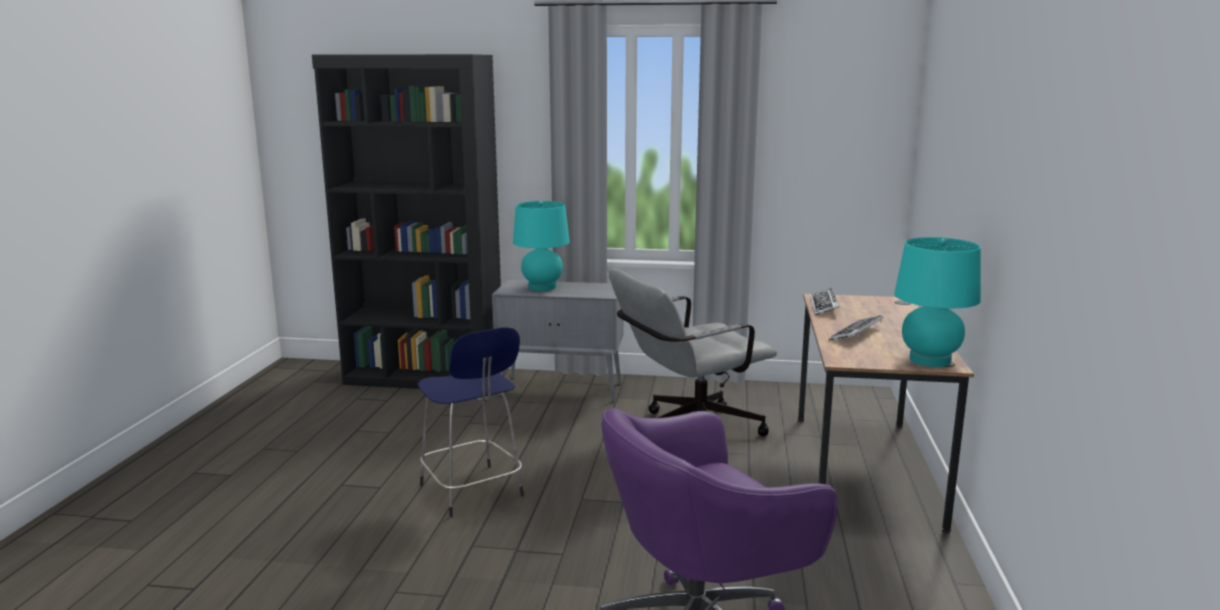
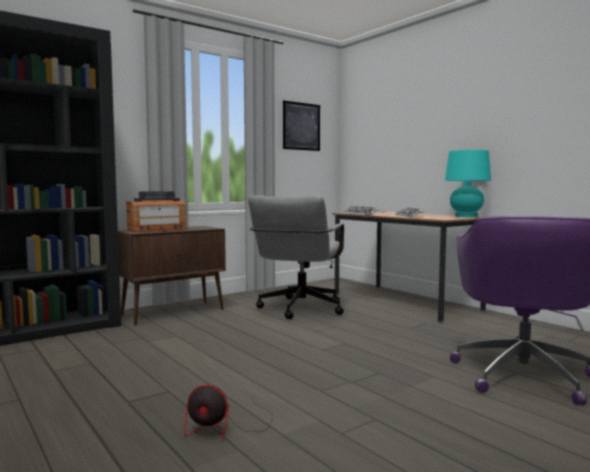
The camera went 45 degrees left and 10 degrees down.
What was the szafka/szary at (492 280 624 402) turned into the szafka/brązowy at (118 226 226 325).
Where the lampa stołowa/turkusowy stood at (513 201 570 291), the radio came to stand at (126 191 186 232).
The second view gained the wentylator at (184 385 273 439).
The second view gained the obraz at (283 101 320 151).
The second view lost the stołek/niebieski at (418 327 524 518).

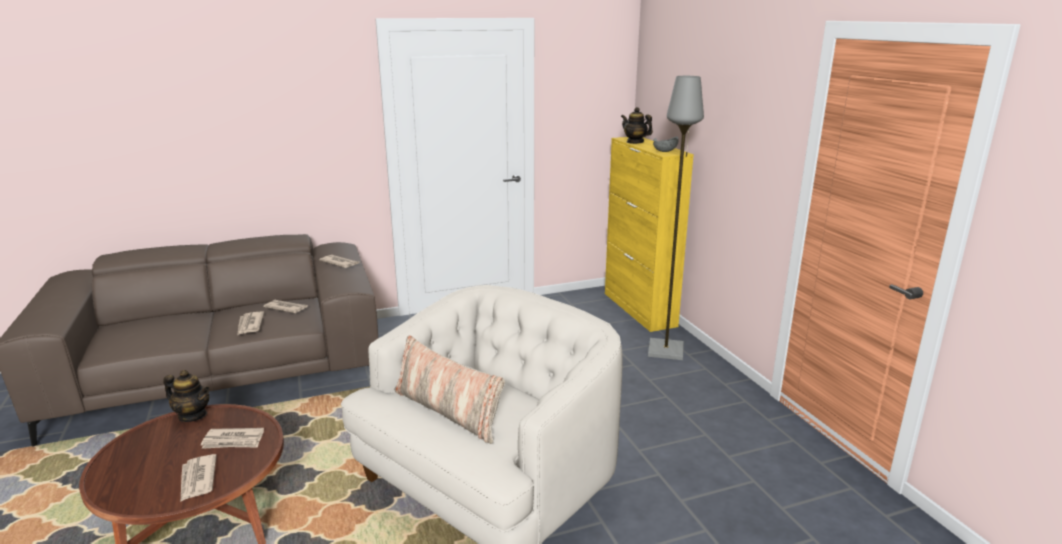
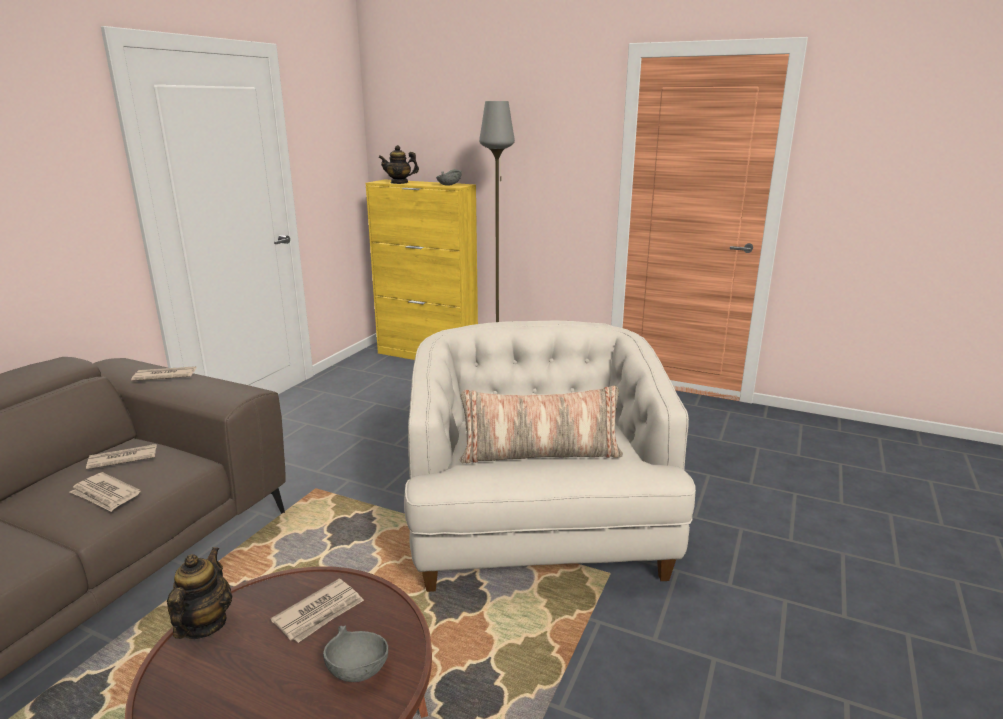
The camera went 45 degrees left and 0 degrees up.
The imbryk at (163 370 210 422) ended up facing another way, 60 degrees counterclockwise from before.
Where the gazeta stood at (181 454 217 501), the miska/szary came to stand at (323 626 388 682).

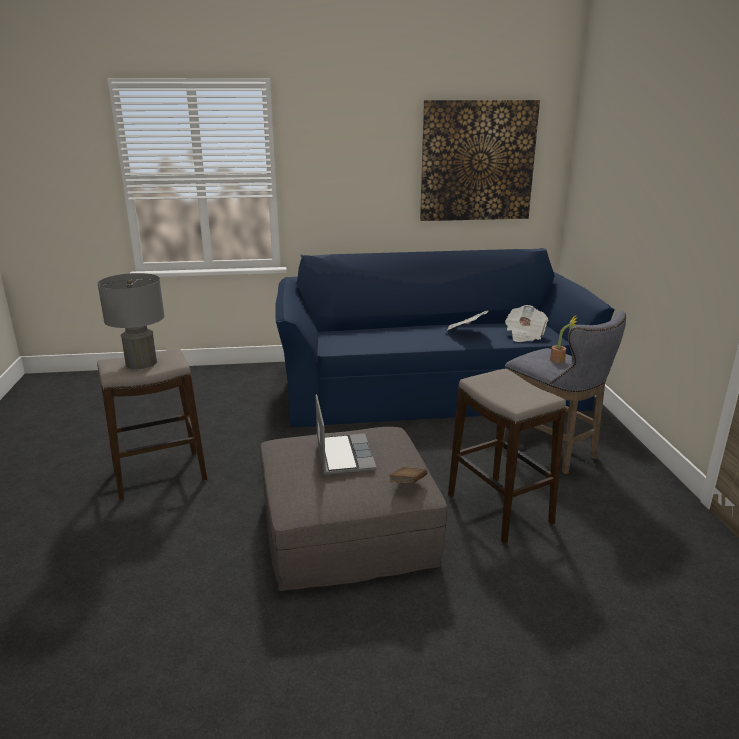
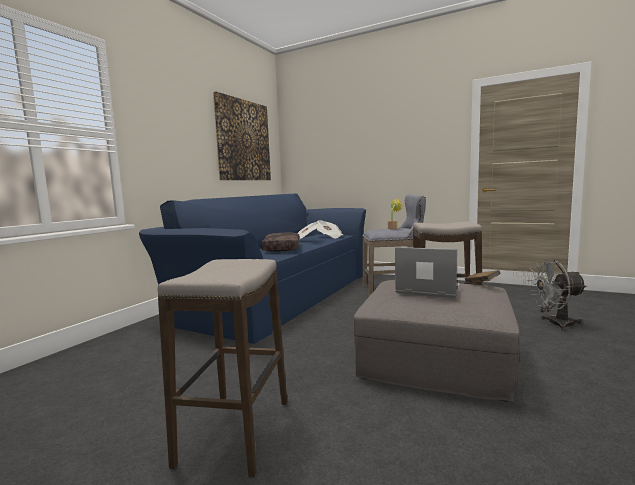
The camera went 55 degrees left and 15 degrees down.
The second view gained the poduszka/brązowy at (261 233 300 252).
The second view gained the wentylator/szary at (527 260 587 331).
The second view lost the lampa stołowa/szary at (97 273 165 369).

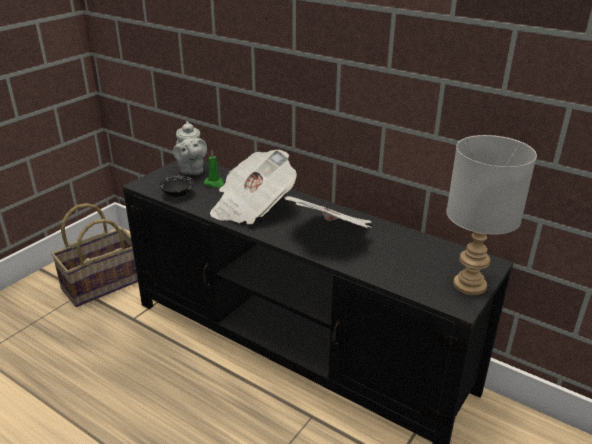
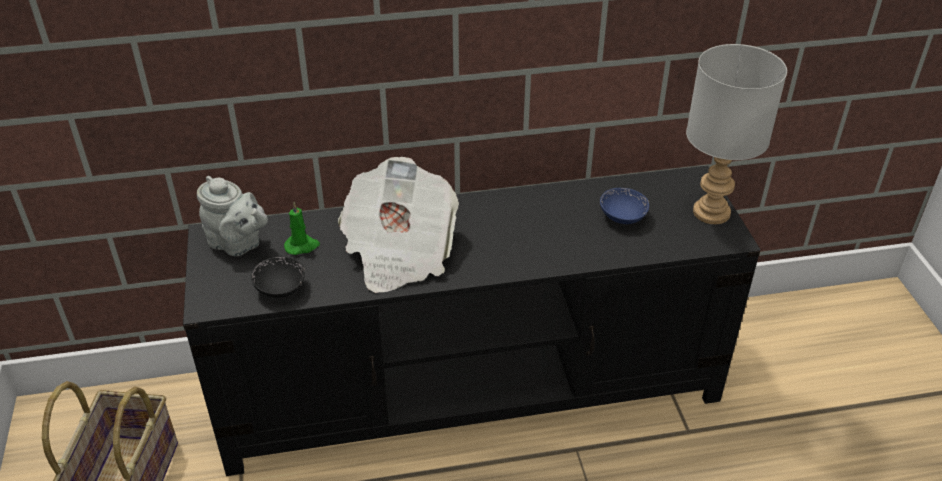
The camera went 45 degrees left and 10 degrees up.
The second view gained the miska/niebieski at (600 188 649 224).
The second view lost the gazeta at (284 196 371 229).

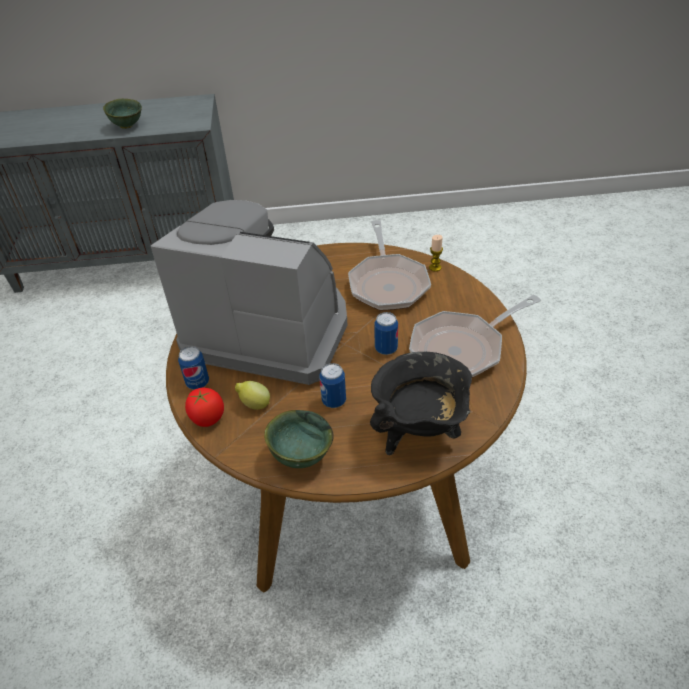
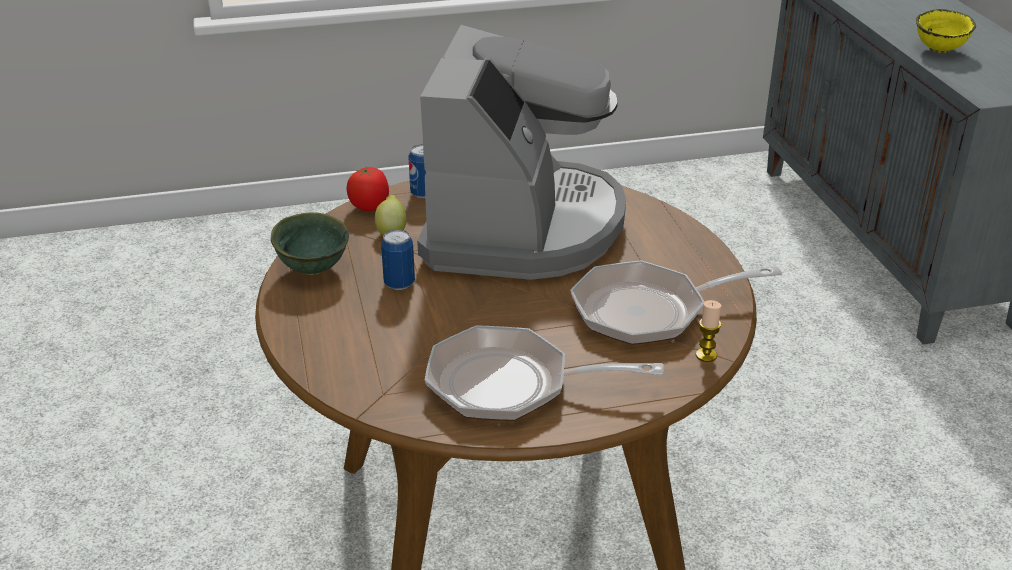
The camera went 80 degrees right and 10 degrees down.
The patelnia at (409 295 541 378) ended up facing another way, 45 degrees counterclockwise from before.
What was the miska/zielony at (103 99 142 129) turned into the miska/żółty at (916 9 976 54).
The second view lost the garnek/czarny at (370 352 472 455).
The second view lost the puszka at (374 312 398 355).

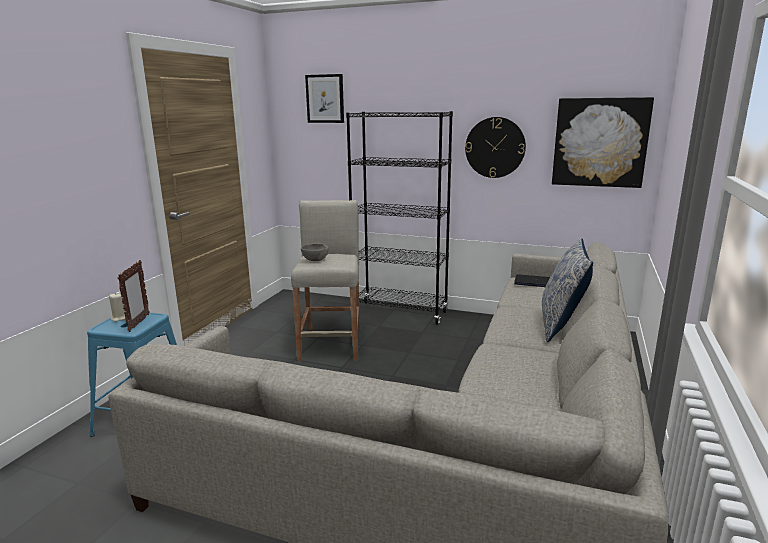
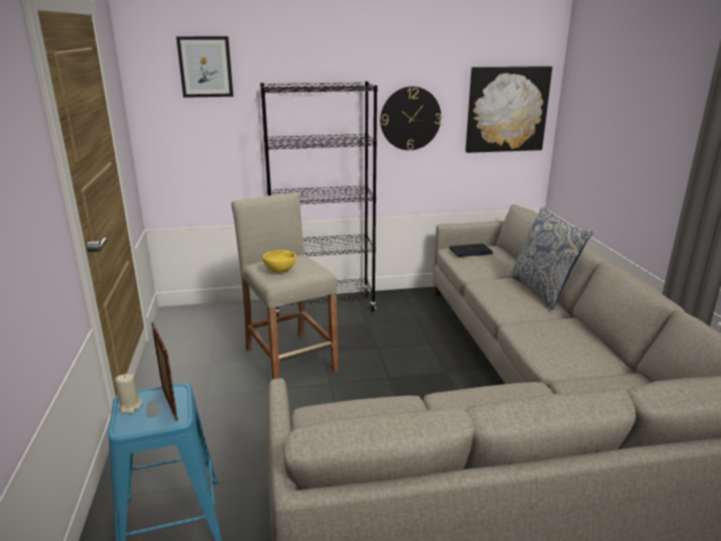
The camera went 30 degrees left and 5 degrees up.
What was the miska/szary at (301 244 328 261) turned into the miska/żółty at (263 250 296 273).

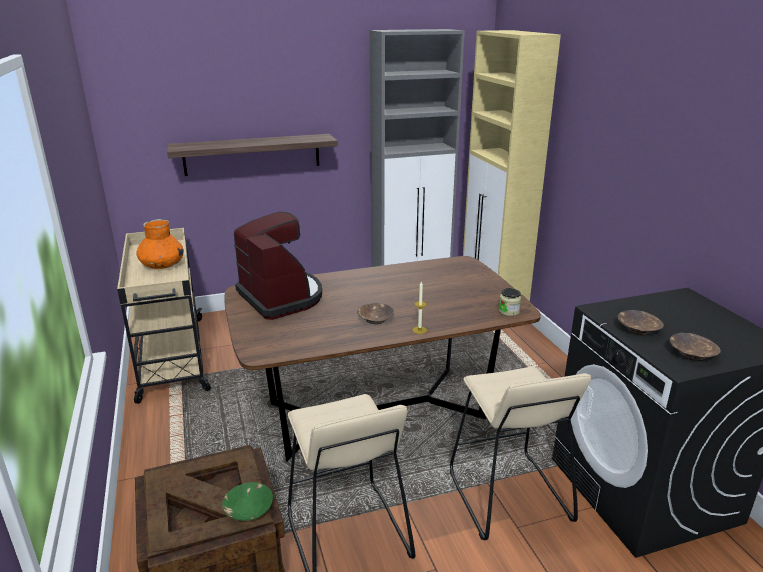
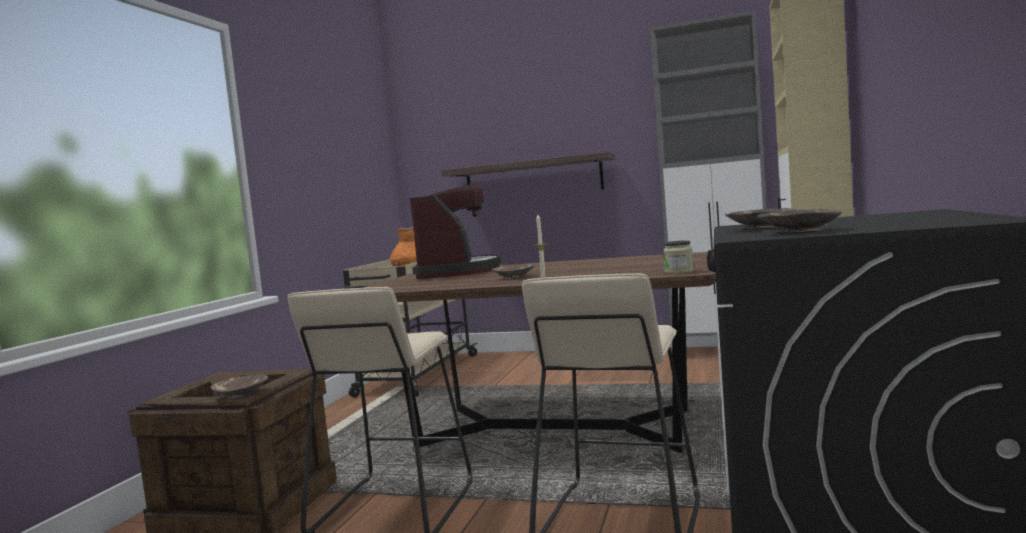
The camera went 35 degrees right and 20 degrees down.
What was the miska/zielony at (222 482 273 521) turned into the miska/brązowy at (211 375 268 399).

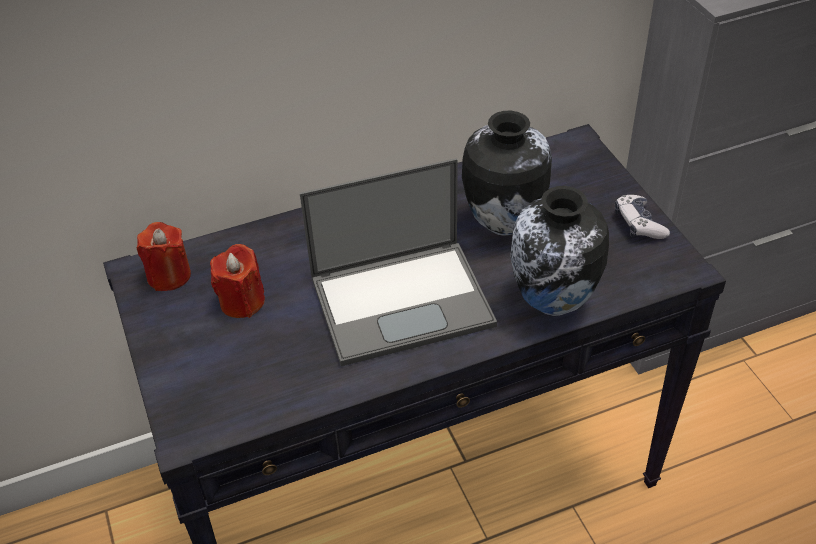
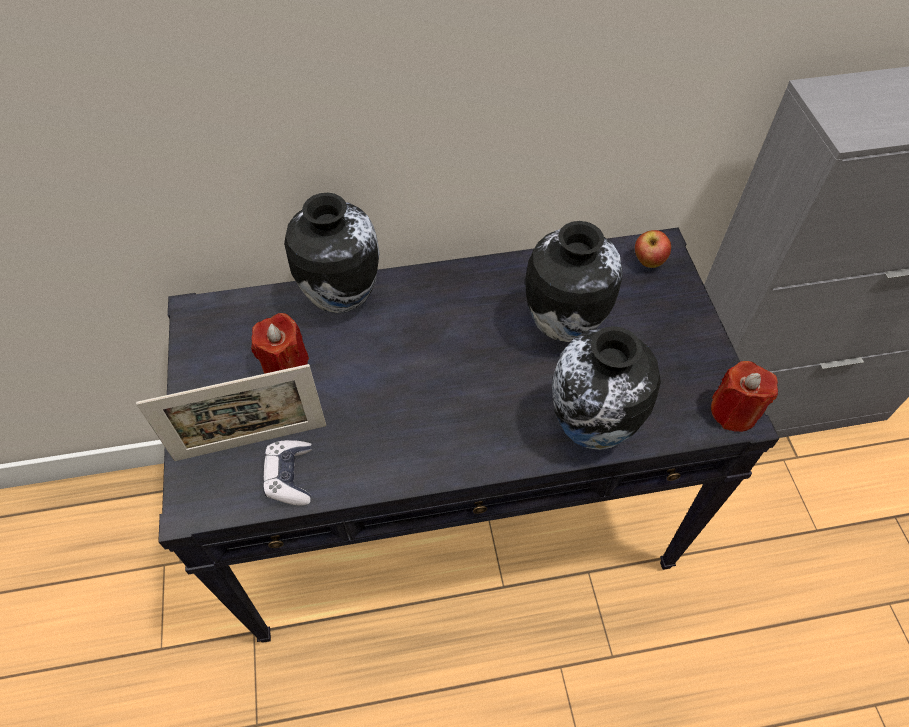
The camera went 10 degrees right and 10 degrees up.
The second view gained the ramka na zdjęcie at (136 364 326 461).
The pad do gier ended up elsewhere, having gone from (615 195 670 239) to (263 440 312 506).
The second view gained the wazon at (284 193 380 313).
The second view gained the jabłko at (635 230 671 268).
The świeca/czerwony ended up elsewhere, having gone from (137 222 191 291) to (711 361 778 432).
The second view lost the laptop at (300 158 497 366).

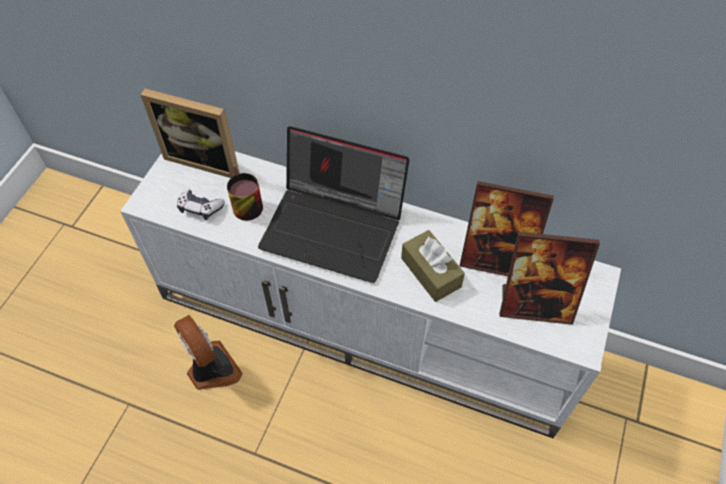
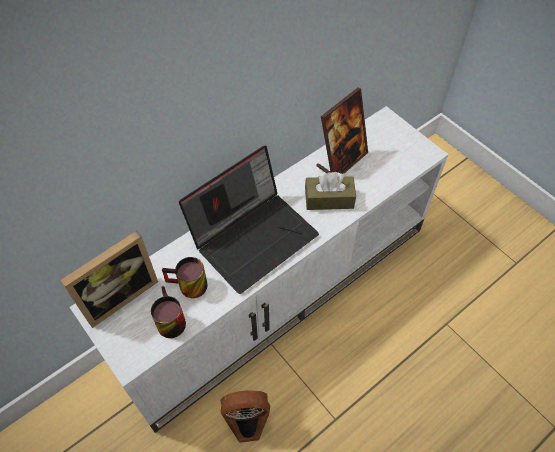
The camera went 60 degrees left and 0 degrees up.
Where the pad do gier stood at (177 189 225 220), the kubek came to stand at (151 286 186 338).
The second view lost the ramka na zdjęcie at (500 232 600 325).

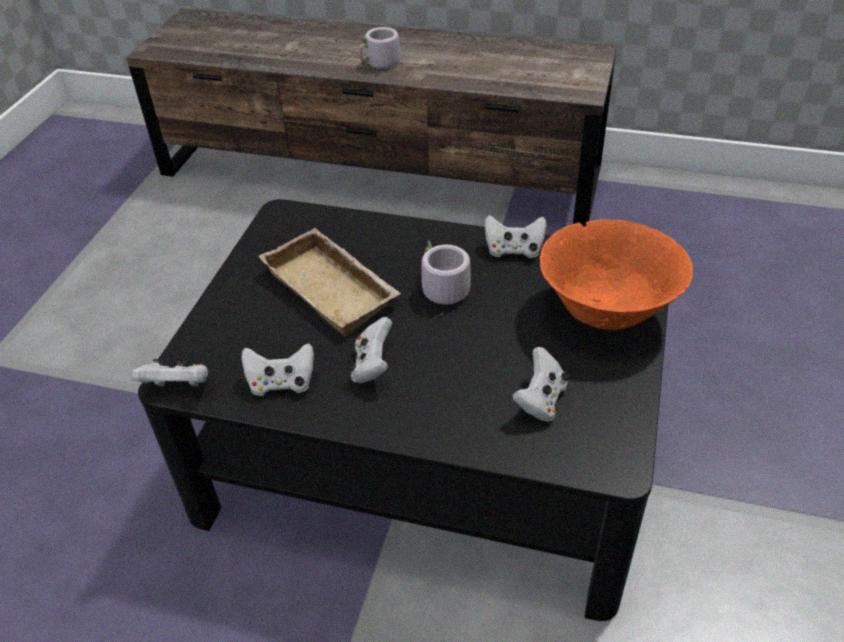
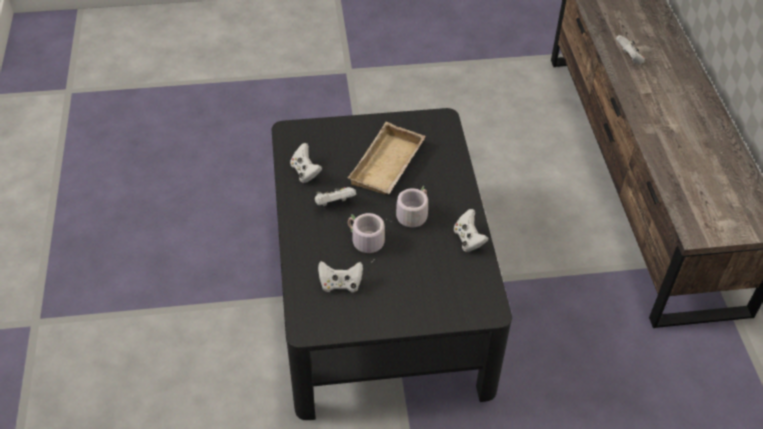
The camera went 65 degrees right and 5 degrees up.
The kubek/szary ended up elsewhere, having gone from (359 27 409 68) to (348 213 385 264).
The pad do gier/biały ended up elsewhere, having gone from (131 359 208 387) to (616 35 645 64).
The second view lost the miska/pomarańczowy at (540 219 693 330).

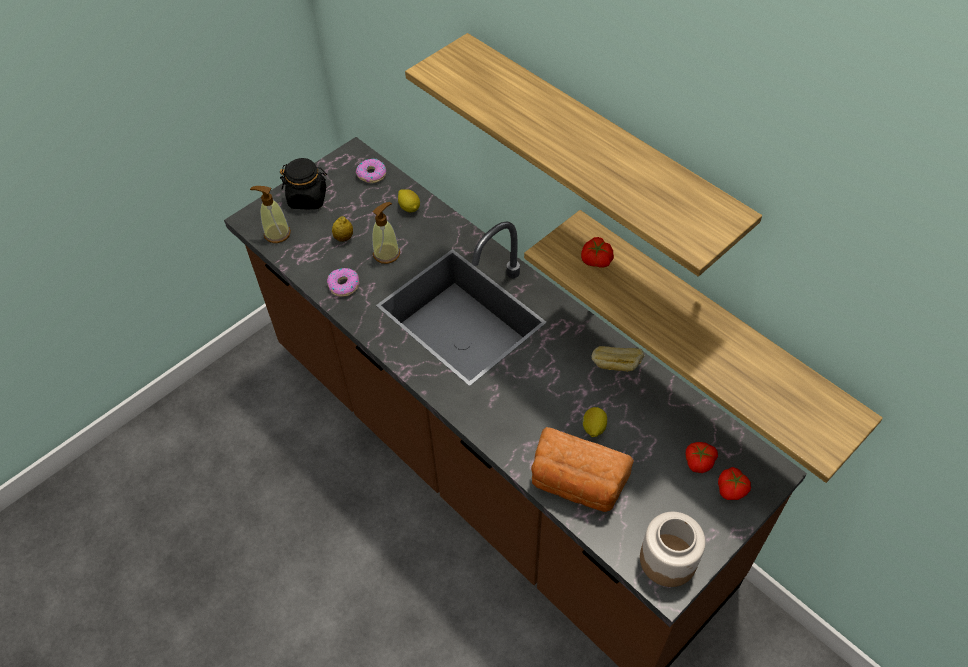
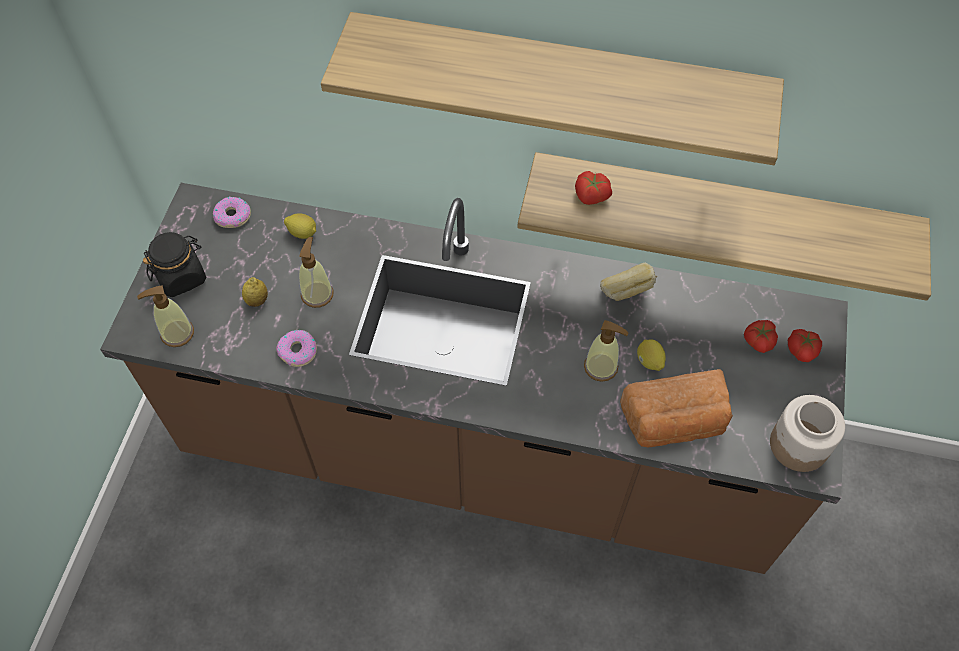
The camera went 35 degrees left and 5 degrees up.
The second view gained the dozownik mydła at (584 320 629 382).

